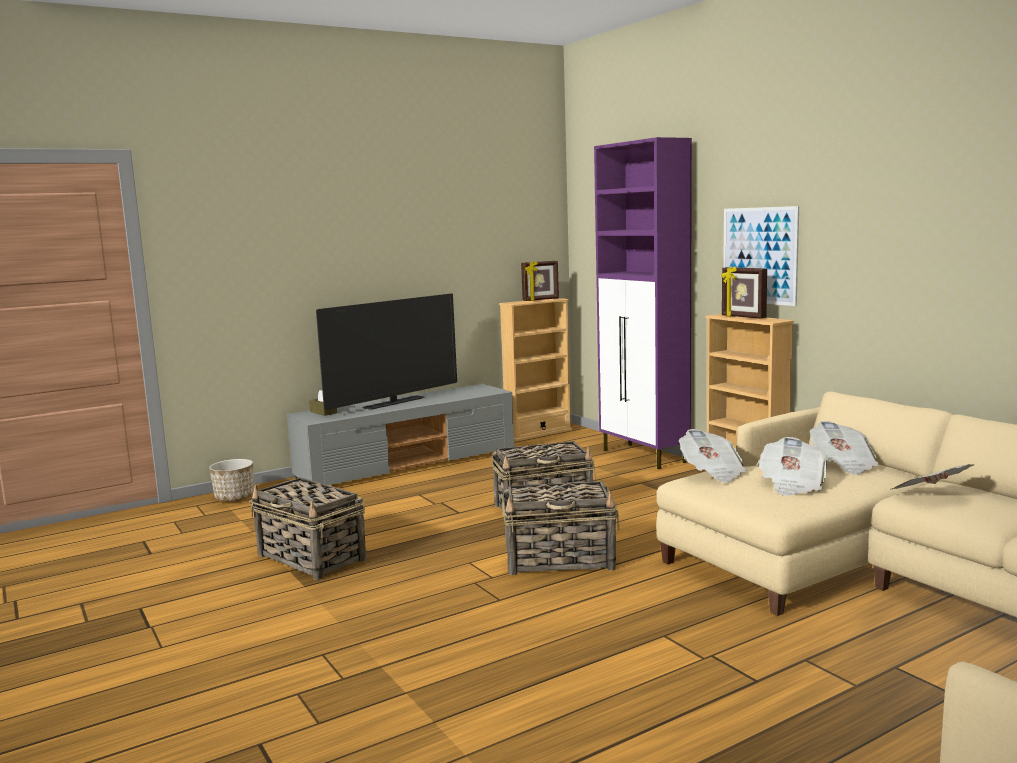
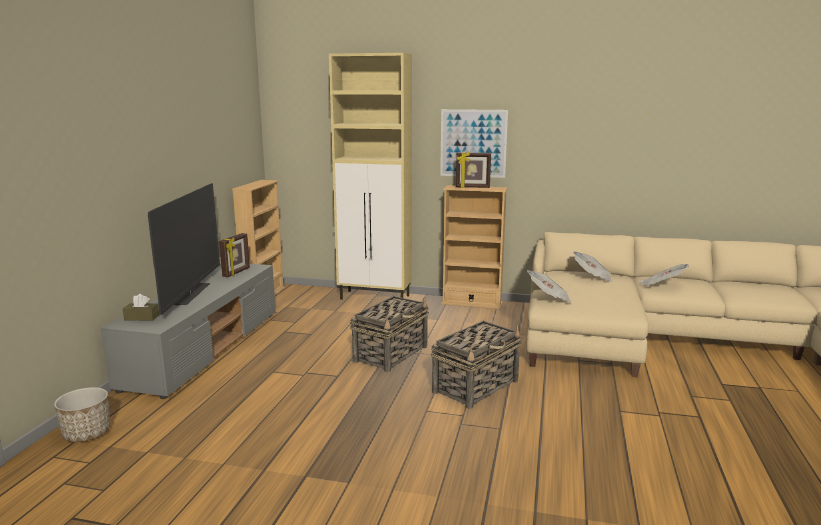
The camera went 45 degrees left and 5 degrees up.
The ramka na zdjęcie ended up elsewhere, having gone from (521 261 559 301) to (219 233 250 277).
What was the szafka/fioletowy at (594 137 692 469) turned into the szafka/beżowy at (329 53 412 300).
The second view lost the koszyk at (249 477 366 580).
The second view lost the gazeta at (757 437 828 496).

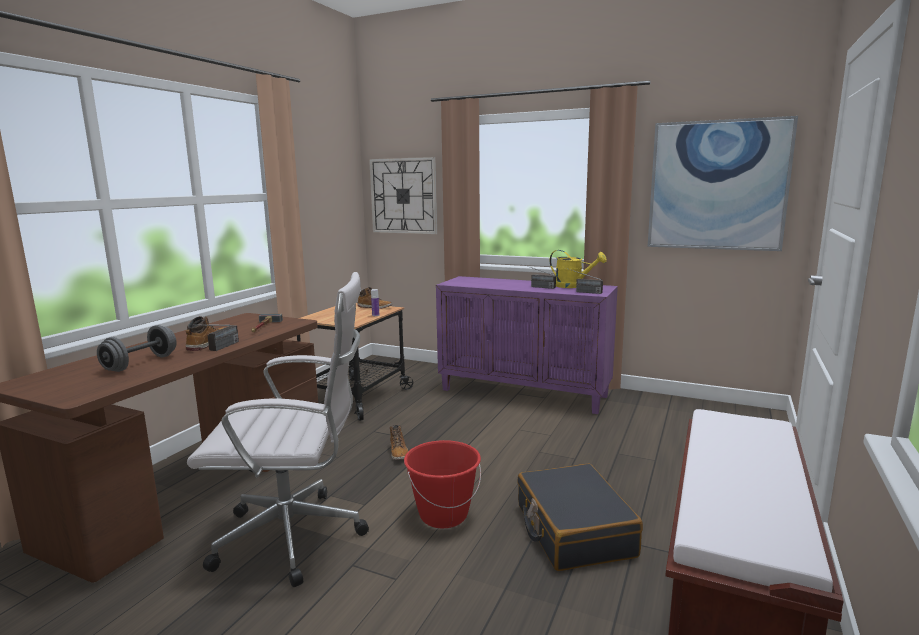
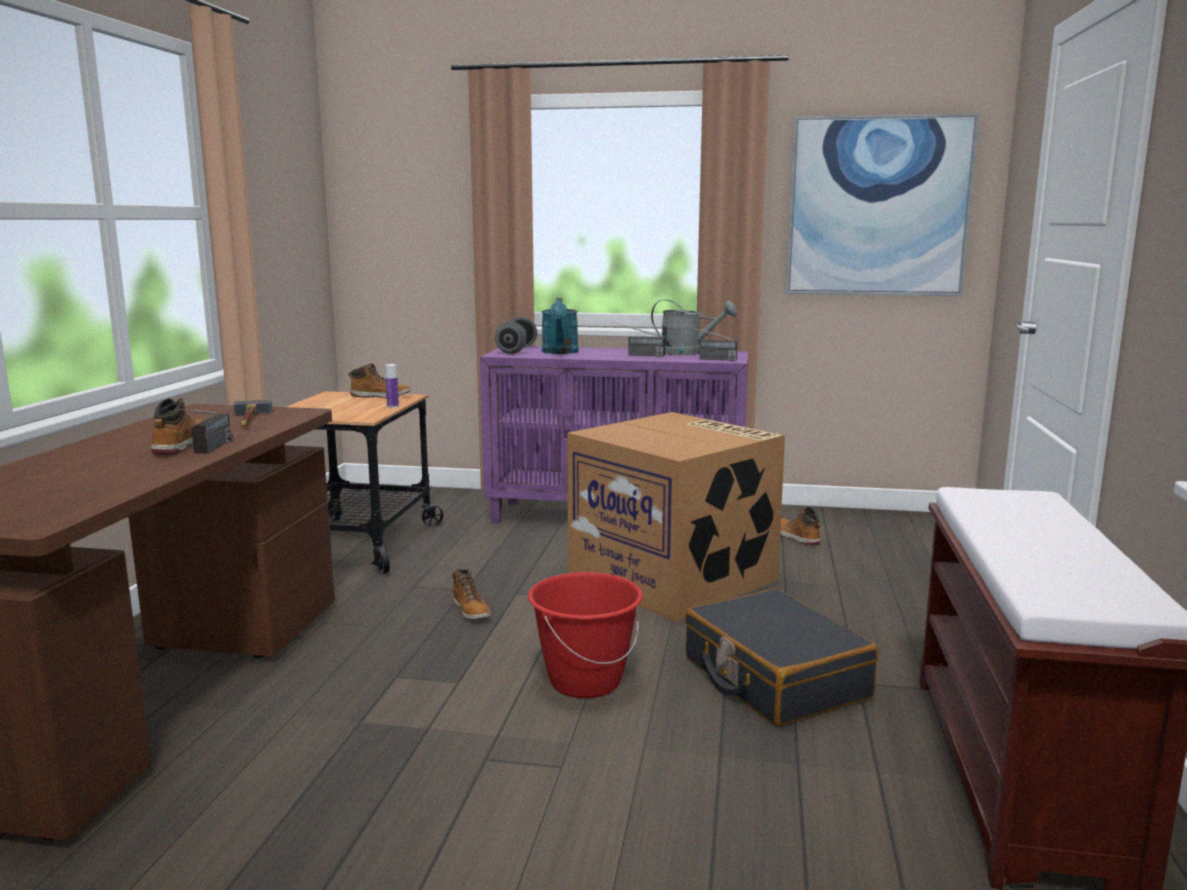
The camera went 15 degrees left and 0 degrees up.
The hantel/szary ended up elsewhere, having gone from (97 325 177 372) to (495 317 537 354).
The second view gained the konewka/turkusowy at (542 298 579 354).
The second view gained the karton at (567 412 785 622).
What was the konewka/żółty at (550 250 607 288) turned into the konewka/szary at (651 300 737 355).
The second view gained the but z cholewką at (780 507 821 545).
The second view lost the krzesło biurowe/biały at (187 272 369 587).
The second view lost the zegar ścienny at (369 157 437 234).

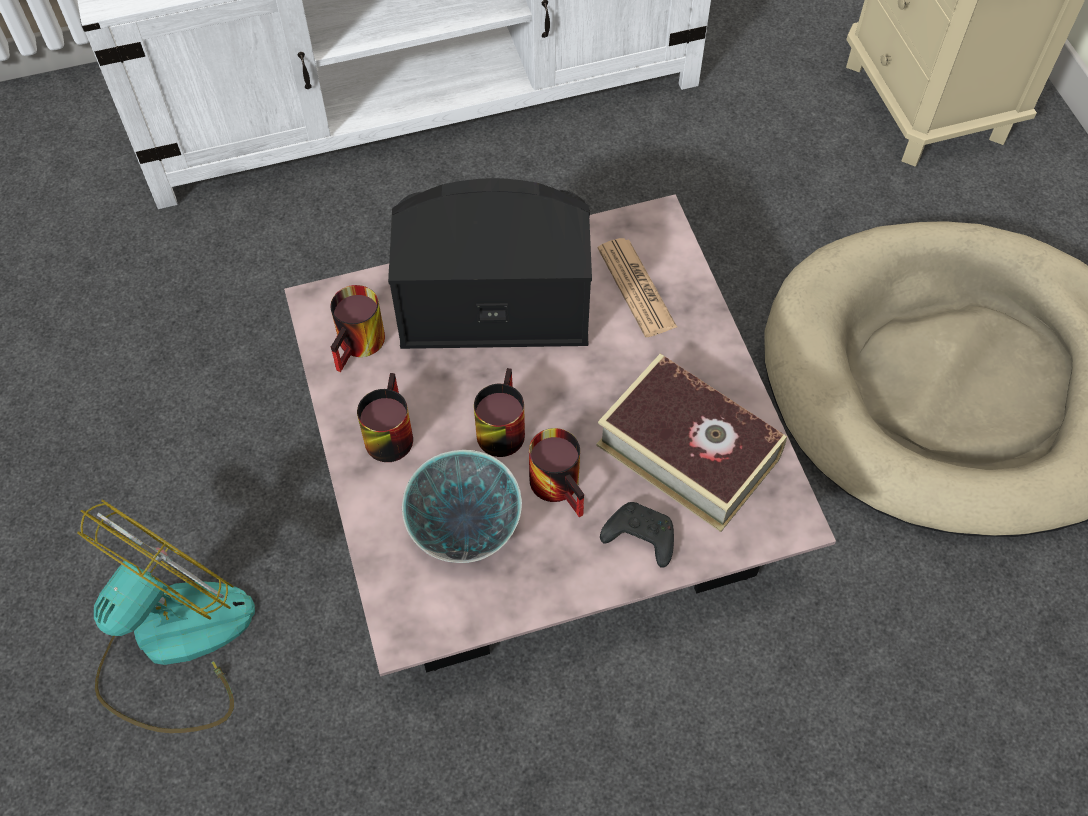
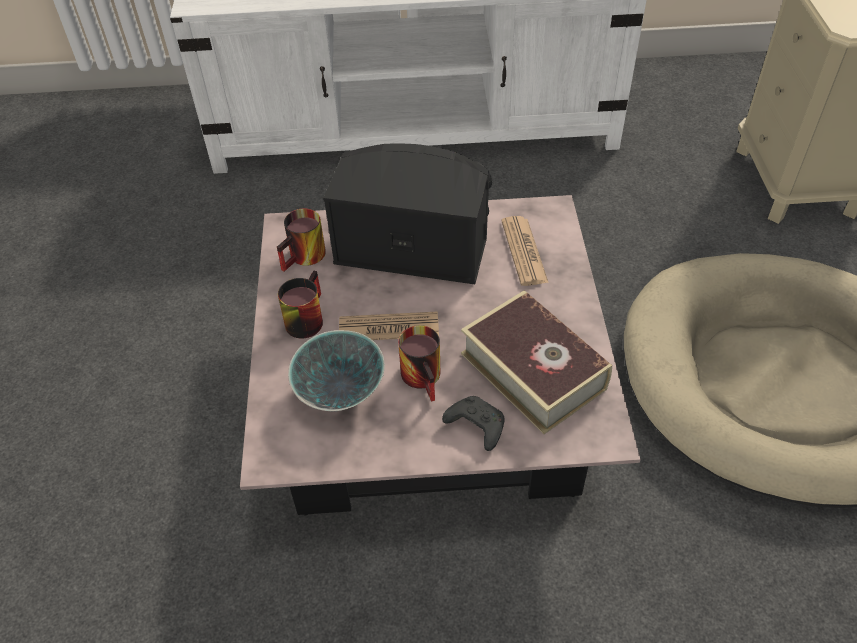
The camera went 15 degrees right and 10 degrees down.
Where the kubek stood at (474 368 525 457), the gazeta came to stand at (339 311 439 340).
The second view lost the wentylator at (77 499 255 733).

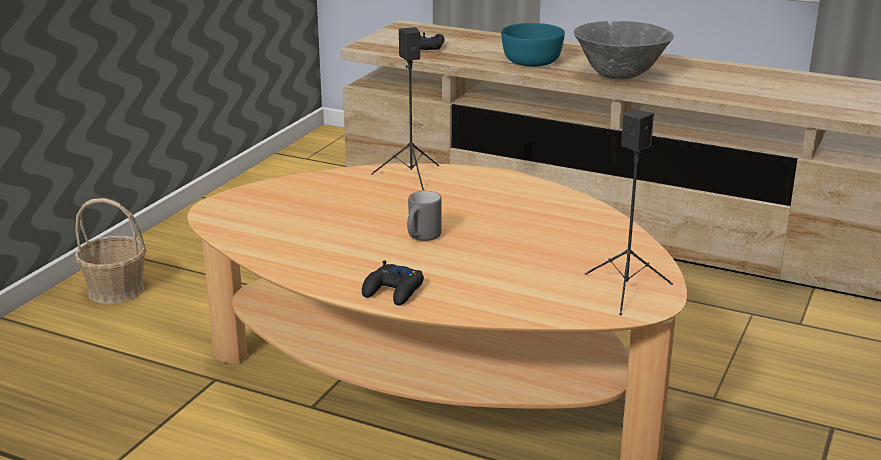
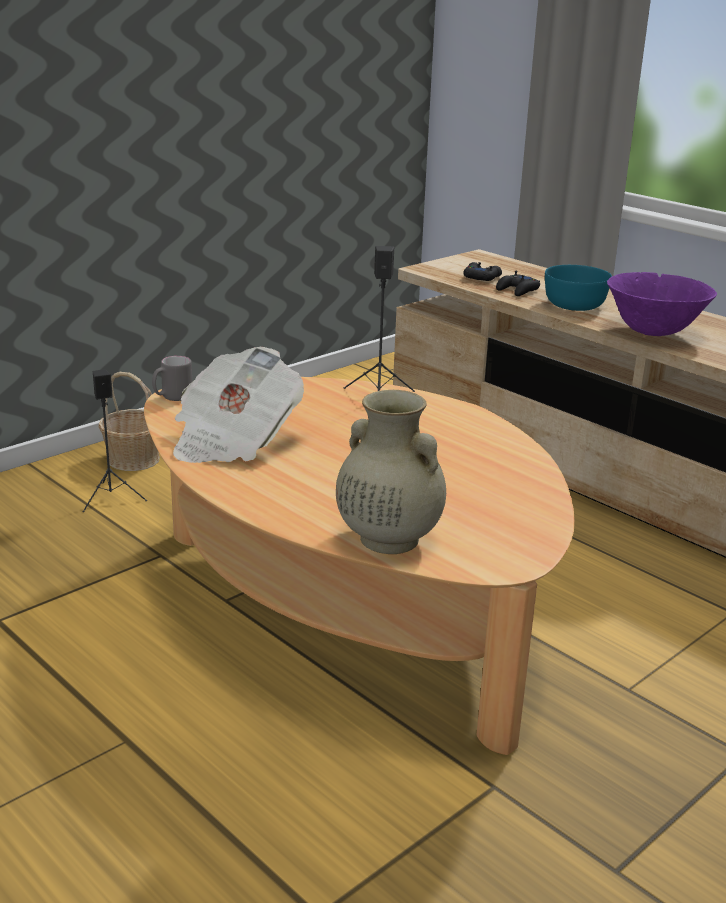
The camera went 20 degrees right and 0 degrees up.
The głośnik/czarny ended up elsewhere, having gone from (585 109 673 315) to (82 369 147 512).
The kubek/szary ended up elsewhere, having gone from (407 191 442 241) to (152 356 192 401).
The second view gained the gazeta at (173 347 304 463).
The second view gained the wazon/beżowy at (336 390 446 554).
The pad do gier/czarny ended up elsewhere, having gone from (362 261 424 306) to (496 271 540 296).
What was the miska/szary at (573 21 674 80) turned into the miska/fioletowy at (607 272 717 336).

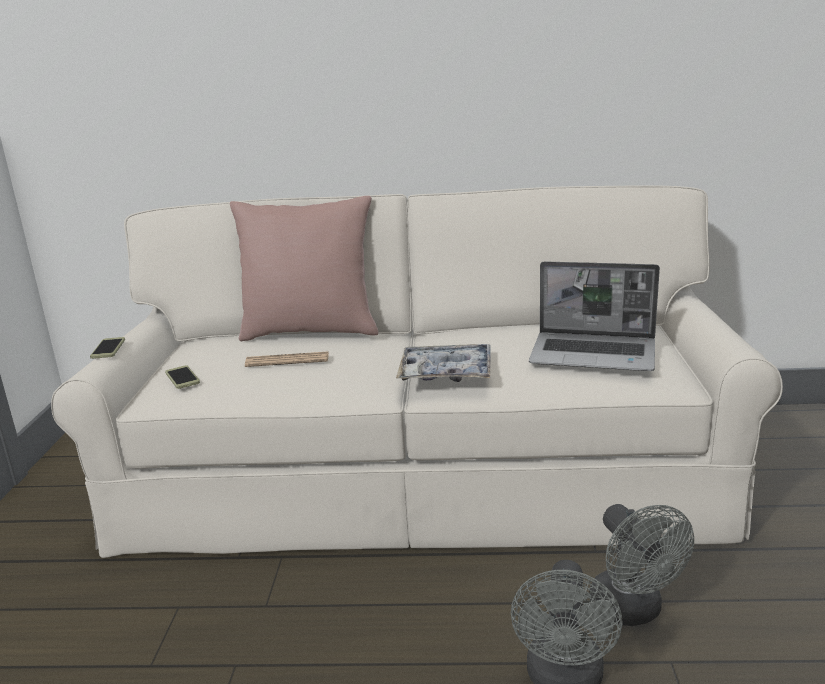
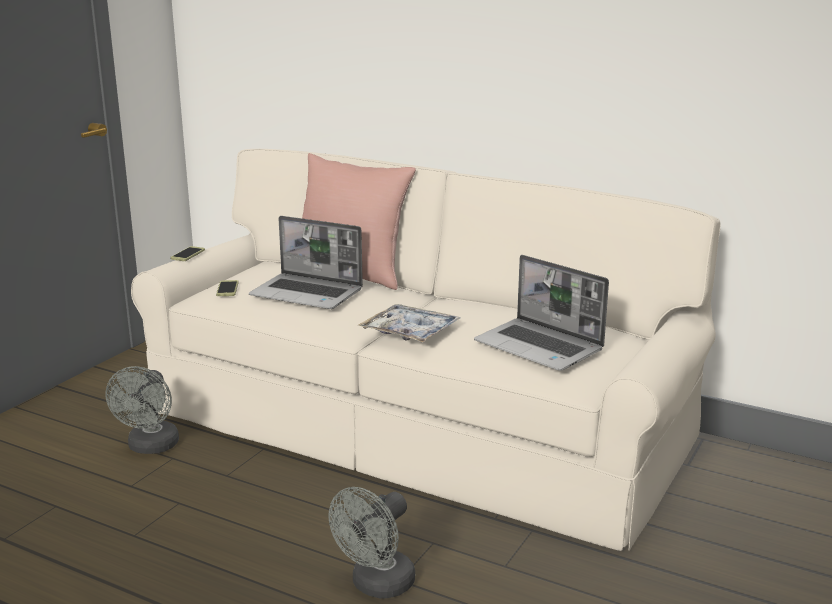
The camera went 25 degrees right and 0 degrees up.
The wentylator/szary ended up elsewhere, having gone from (590 504 694 626) to (105 366 179 454).
Where the gazeta stood at (245 352 329 367), the laptop came to stand at (249 216 363 309).

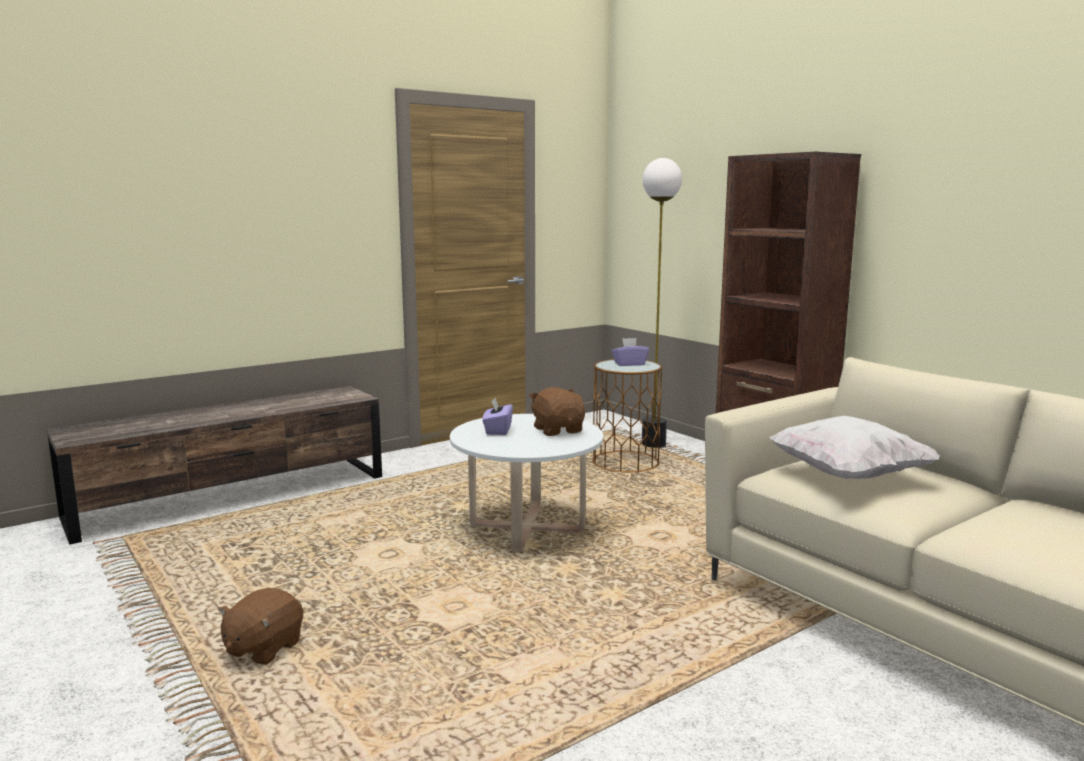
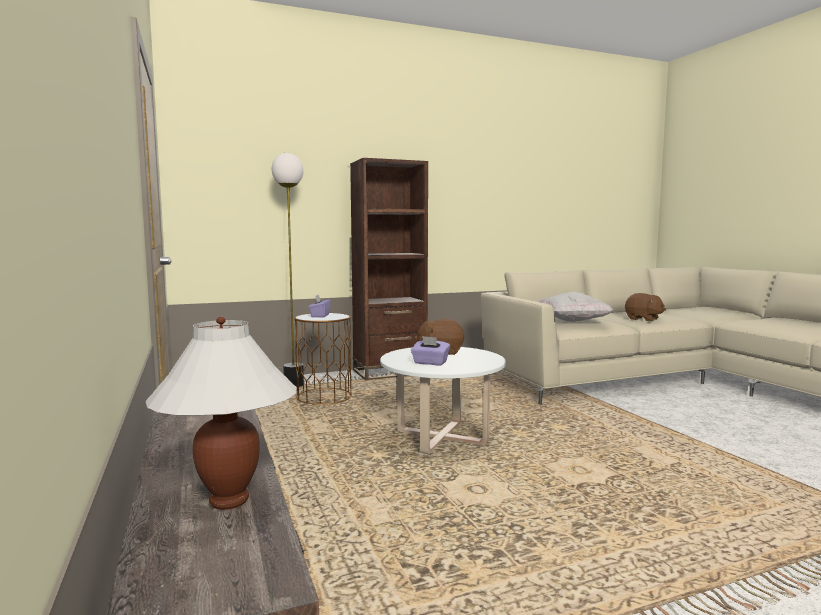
The camera went 75 degrees left and 5 degrees down.
The second view gained the lampa stołowa/biały at (146 317 296 510).
The pluszak/brązowy ended up elsewhere, having gone from (218 588 303 665) to (625 293 666 321).

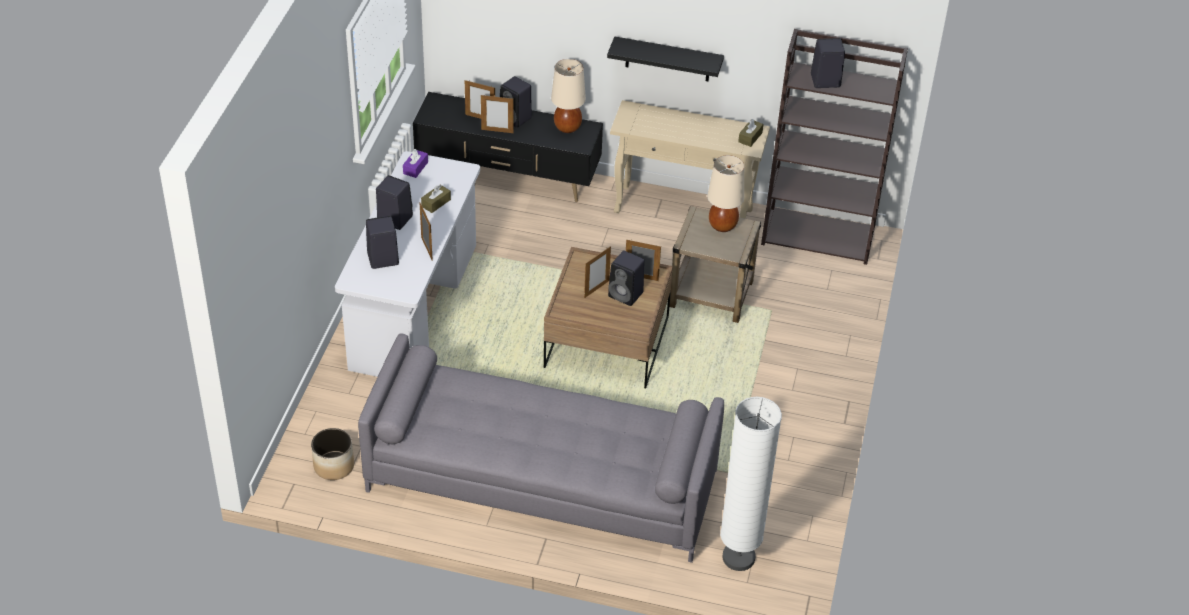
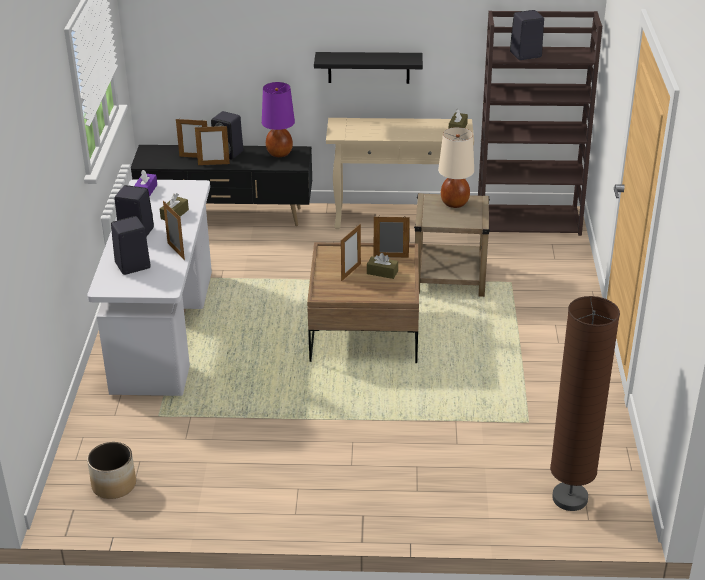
The camera went 10 degrees left and 10 degrees down.
What was the lampa stołowa/beżowy at (551 59 586 133) turned into the lampa stołowa/fioletowy at (262 82 295 157).
Where the głośnik/czarny stood at (608 251 645 306), the pudełko chusteczek/brązowy came to stand at (367 253 398 279).
What was the lampa stojąca/biały at (720 397 782 571) turned into the lampa stojąca/brązowy at (550 296 620 511).
The second view lost the kanapa/szary at (358 333 724 563).

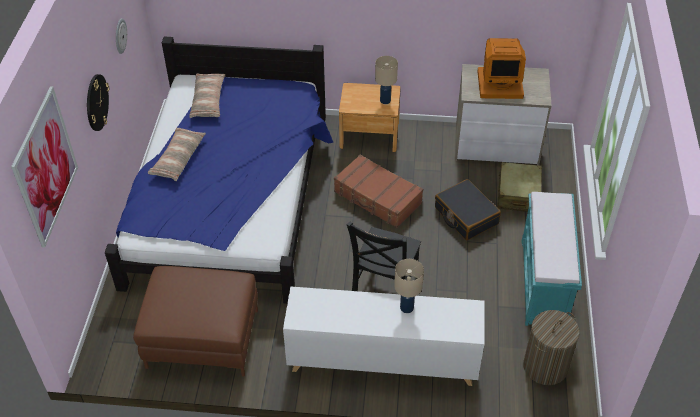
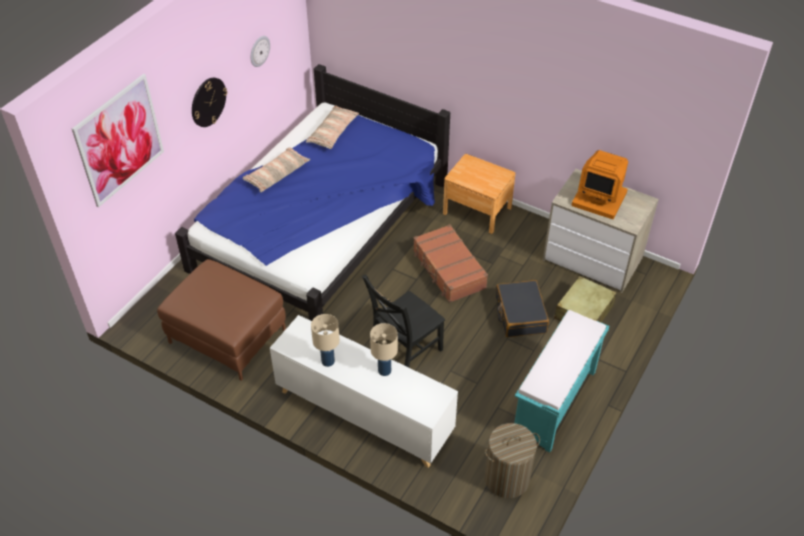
The camera went 25 degrees right and 0 degrees up.
The lampa stołowa/beżowy ended up elsewhere, having gone from (375 56 398 104) to (311 314 340 367).

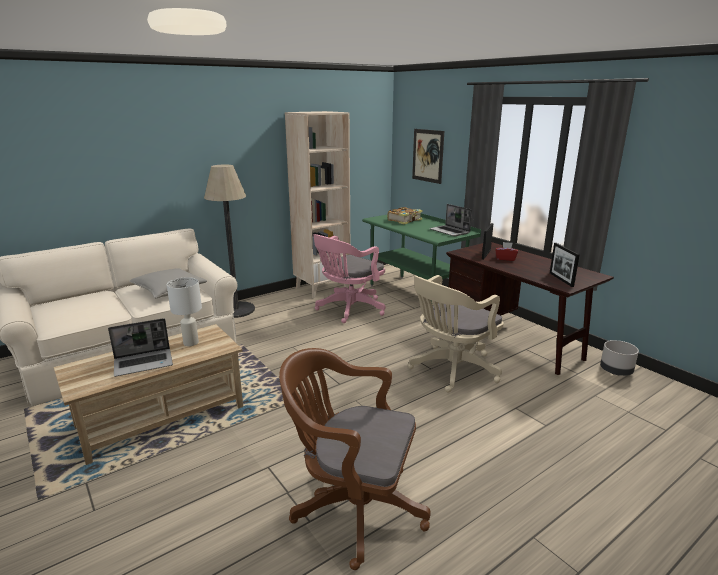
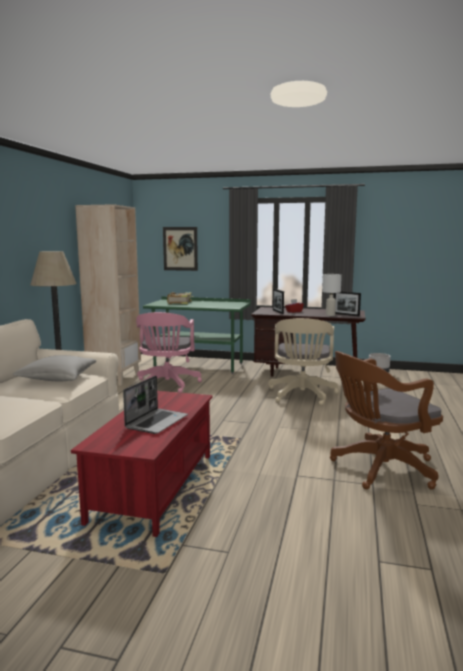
The camera went 40 degrees left and 10 degrees down.
What was the ława/beżowy at (54 324 243 465) turned into the ława/czerwony at (71 391 212 537).
The lampa stołowa/biały ended up elsewhere, having gone from (167 277 202 346) to (322 274 342 316).
The second view lost the laptop at (430 204 472 236).

